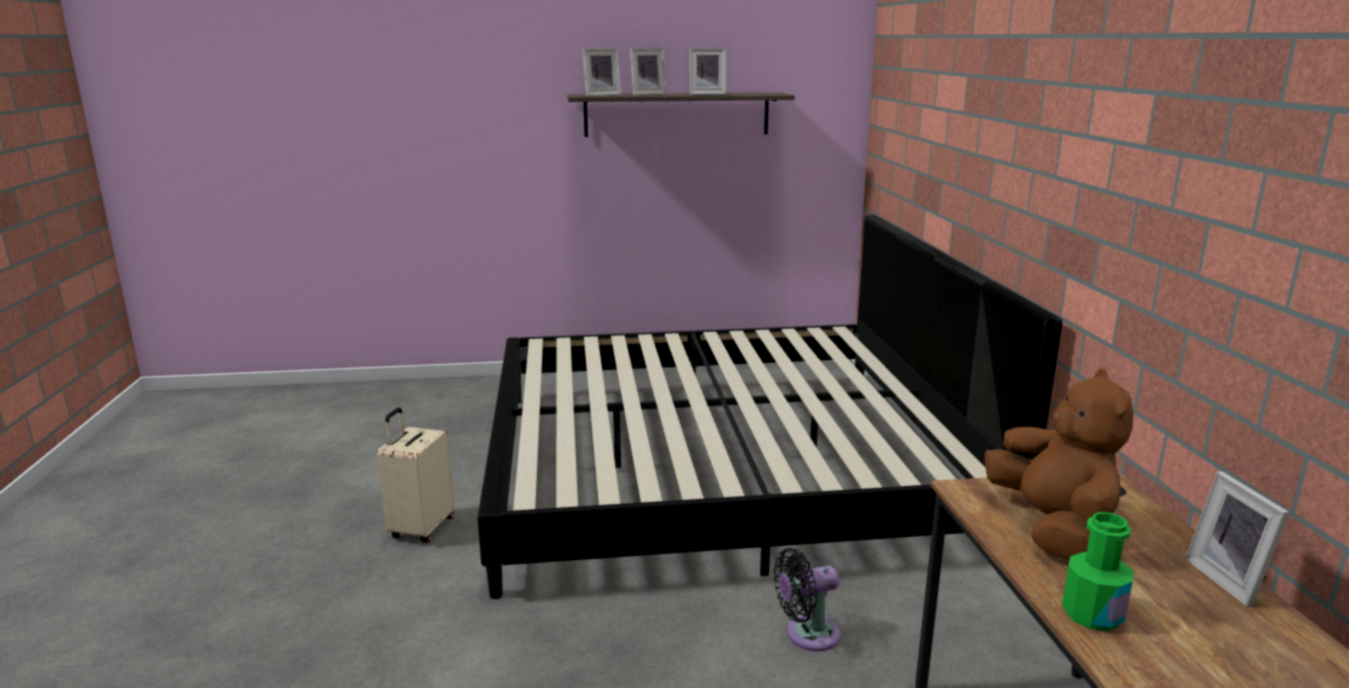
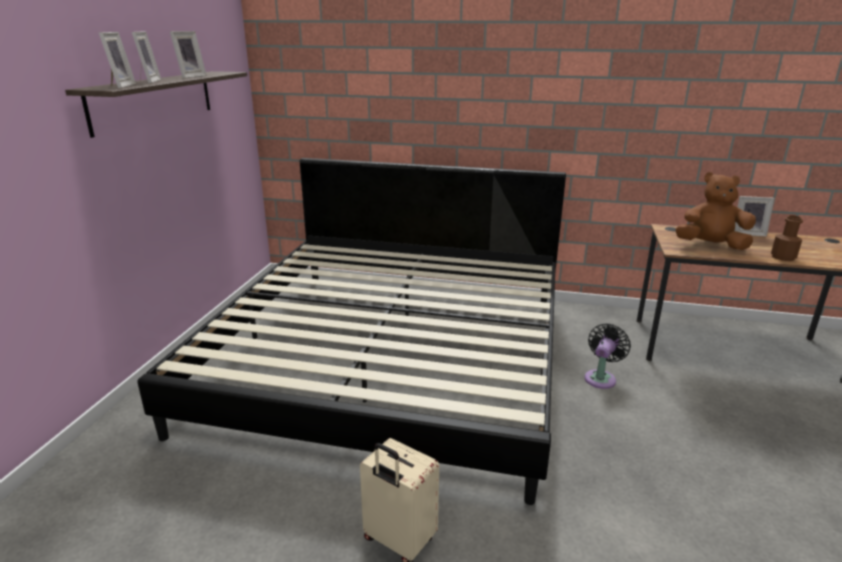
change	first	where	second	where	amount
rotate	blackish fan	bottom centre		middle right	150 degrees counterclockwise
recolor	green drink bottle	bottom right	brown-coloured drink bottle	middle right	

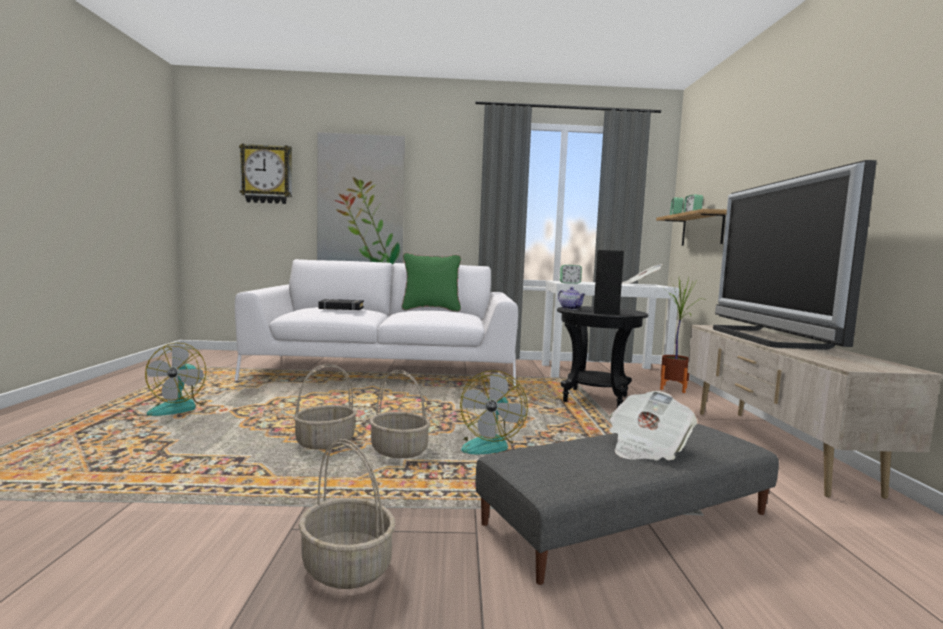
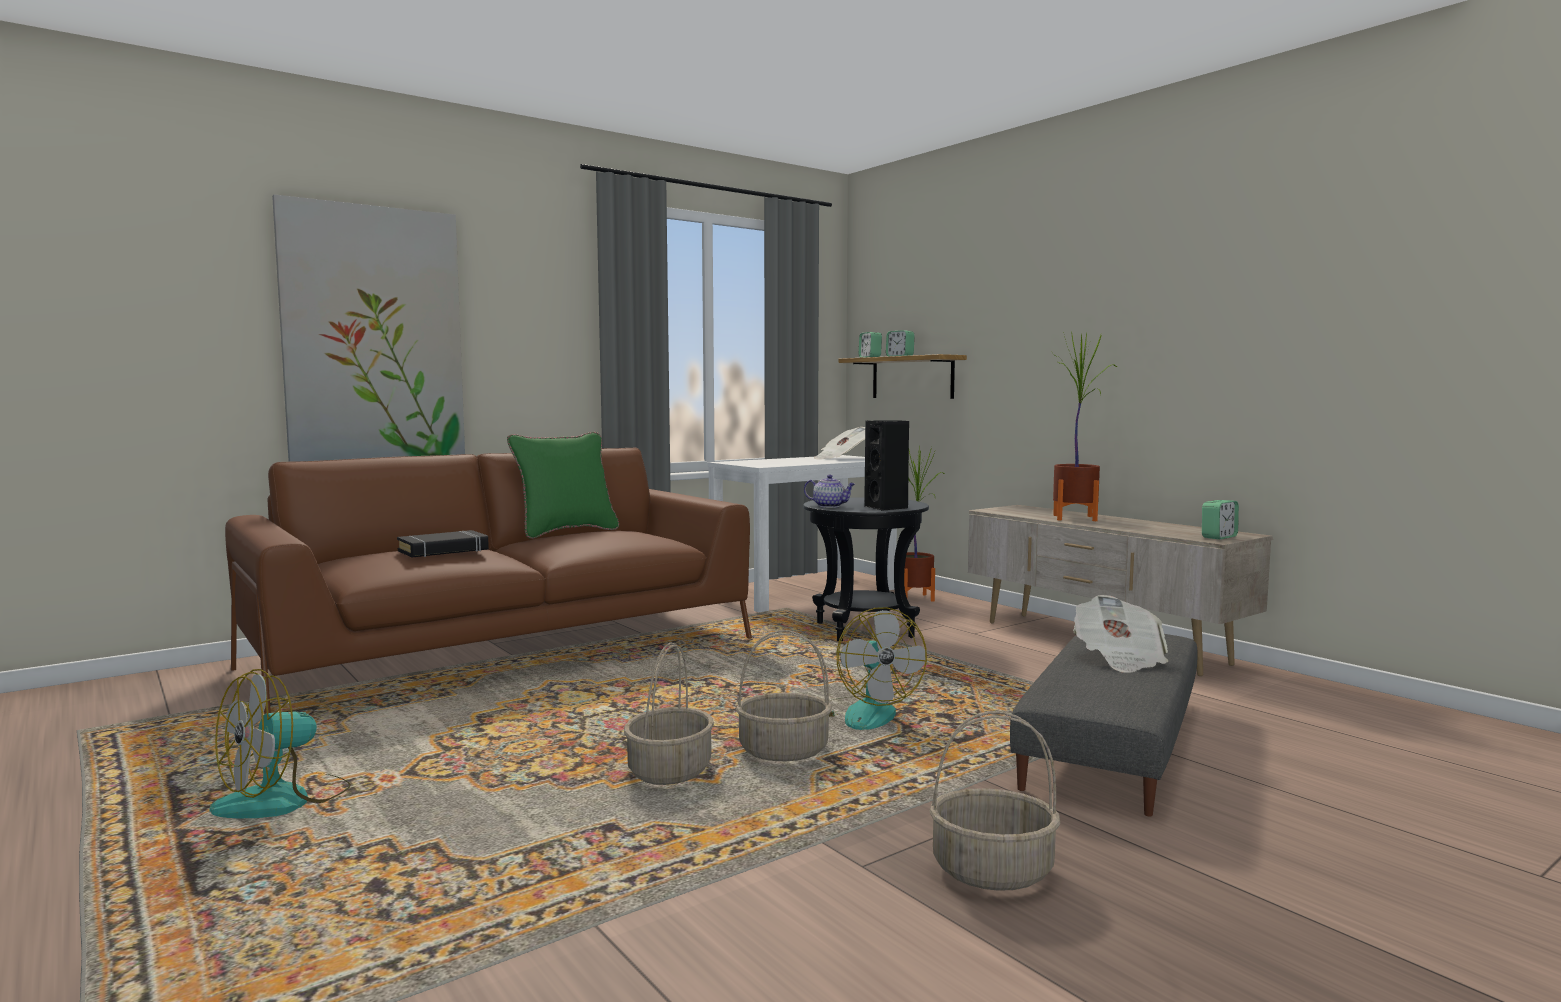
change	first	where	second	where	amount
rotate	fan (1st from left)	middle left		bottom left	75 degrees clockwise
recolor	white settee	centre	brown-coloured settee	middle left	
replace	television	middle right	houseplant (2nd from left)	middle right	
move	alarm clock (1st from left in the first image)	centre	alarm clock (3rd from left)	middle right	
delete	hanging clock	top left			

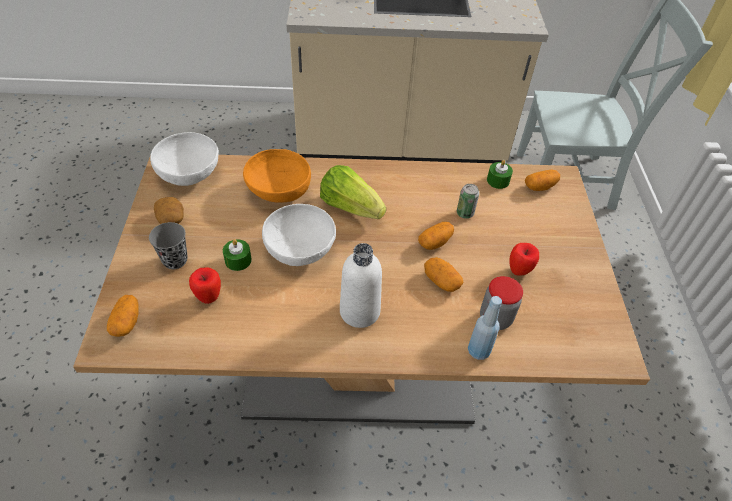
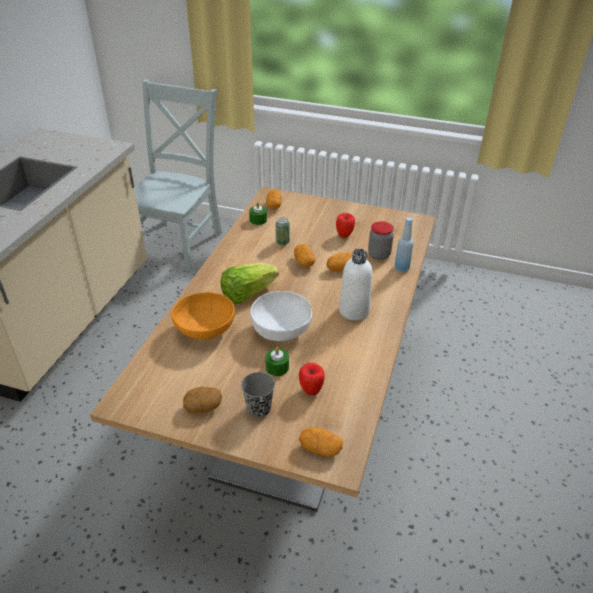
change	first	where	second	where	amount
delete	white bowl (1st from left)	top left			

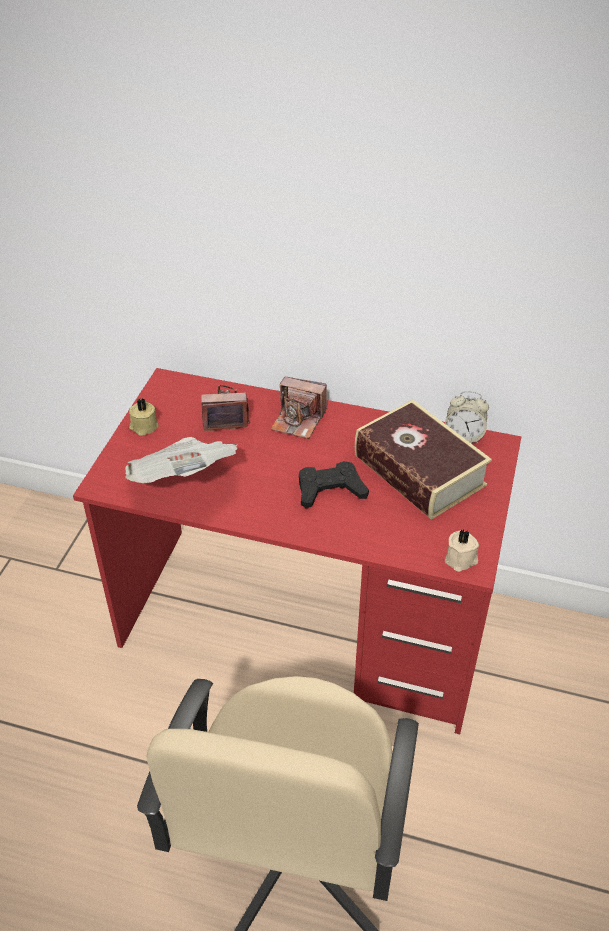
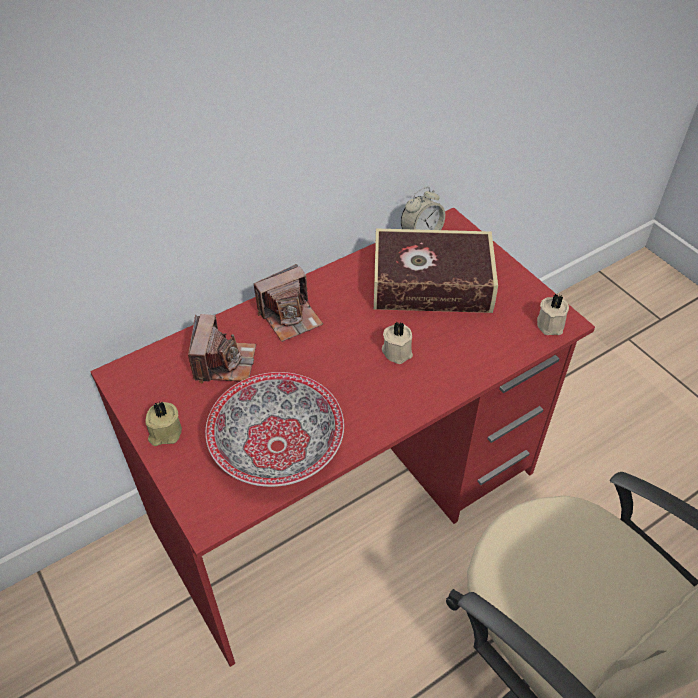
change	first	where	second	where	amount
rotate	photo camera (1st from left)	centre		middle left	150 degrees clockwise
replace	printed paper	middle left	bowl	centre	
replace	blackish joypad	centre	sand-coloured candle (2nd from left)	centre	

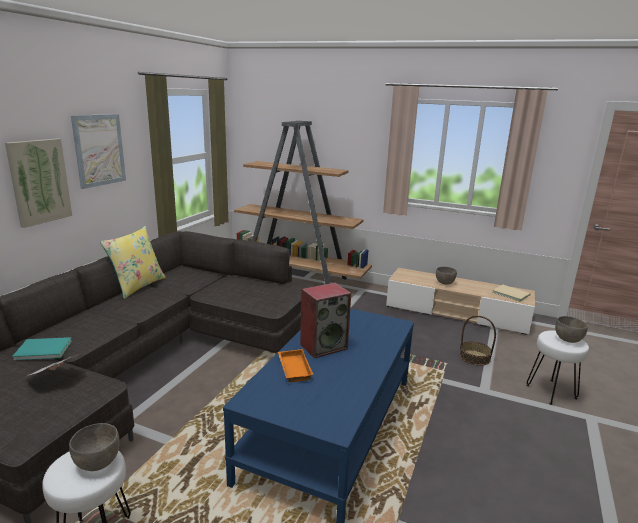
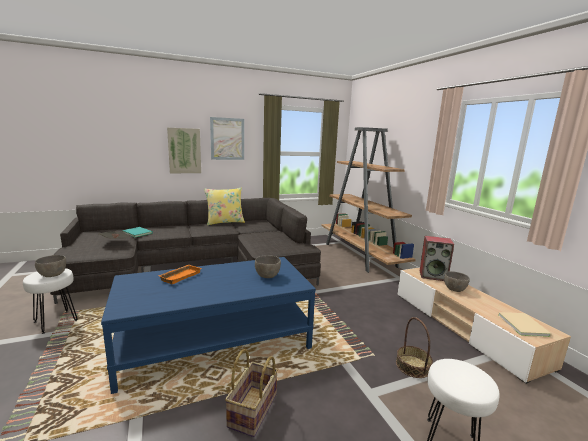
change	first	where	second	where	amount
insert			basket (1st from left)	bottom centre	
move	grey bowl (3rd from left in the first image)	middle right	grey bowl (2nd from left)	centre	
move	audio speaker	centre		middle right	

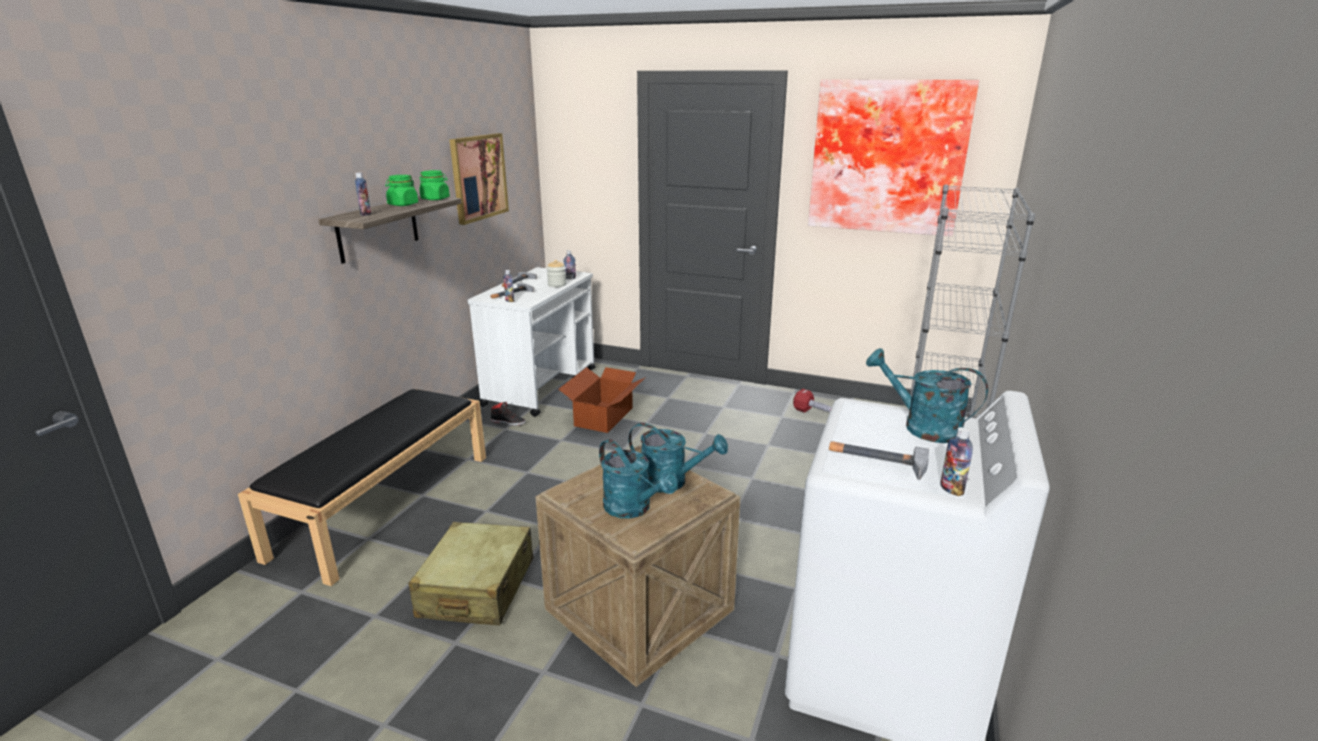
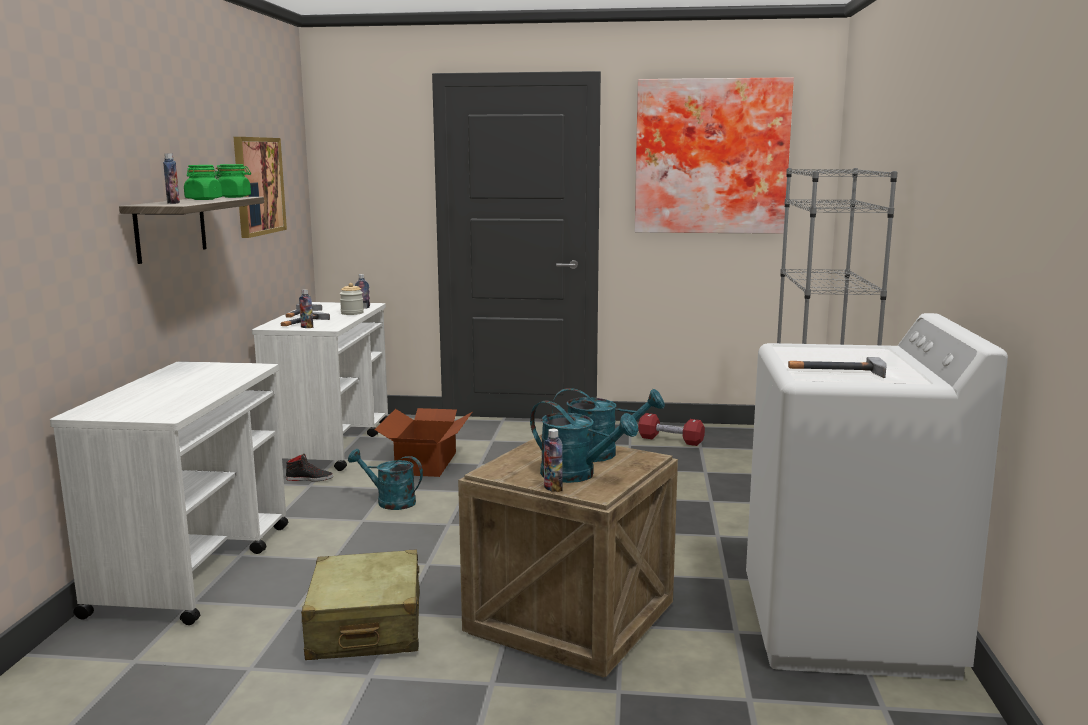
change	first	where	second	where	amount
replace	blackish long seat	middle left	white cart (1st from left)	bottom left	
move	turquoise-coloured watering pot (3rd from left in the first image)	middle right	turquoise-coloured watering pot (1st from left)	centre	
move	drink bottle (4th from left)	middle right		centre	

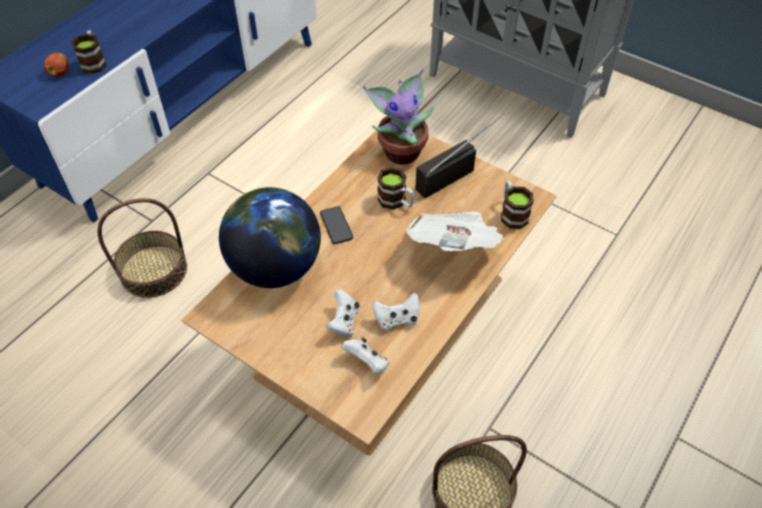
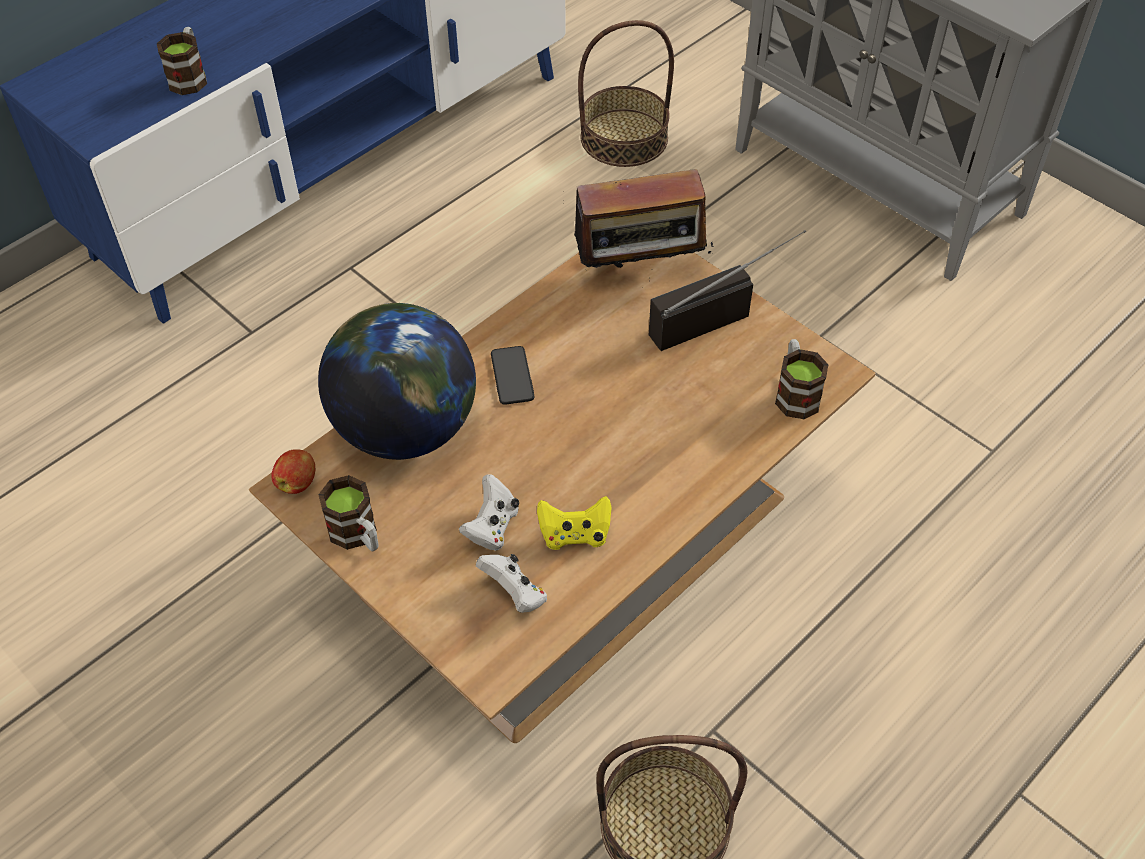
change	first	where	second	where	amount
move	apple	top left		middle left	
move	tea mug (2nd from left)	centre		middle left	
recolor	white joypad (3rd from left)	centre	yellowish joypad	centre	
replace	houseplant	top centre	radio set (1st from left)	top centre	
move	basket (1st from left)	middle left		top centre	
delete	printed paper	centre			

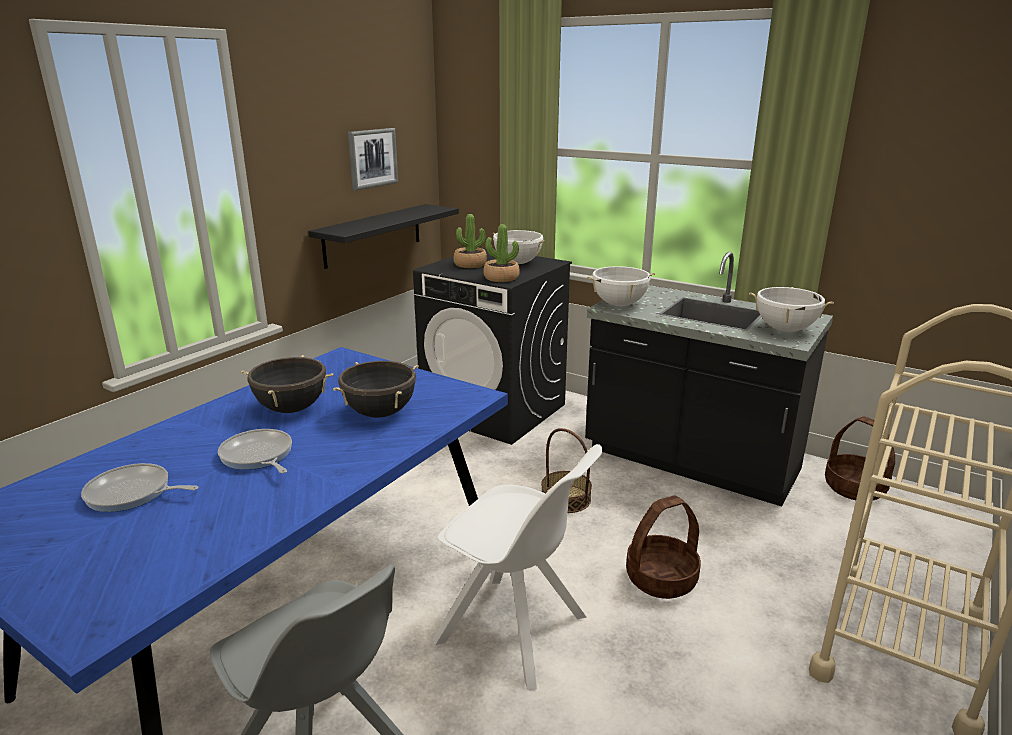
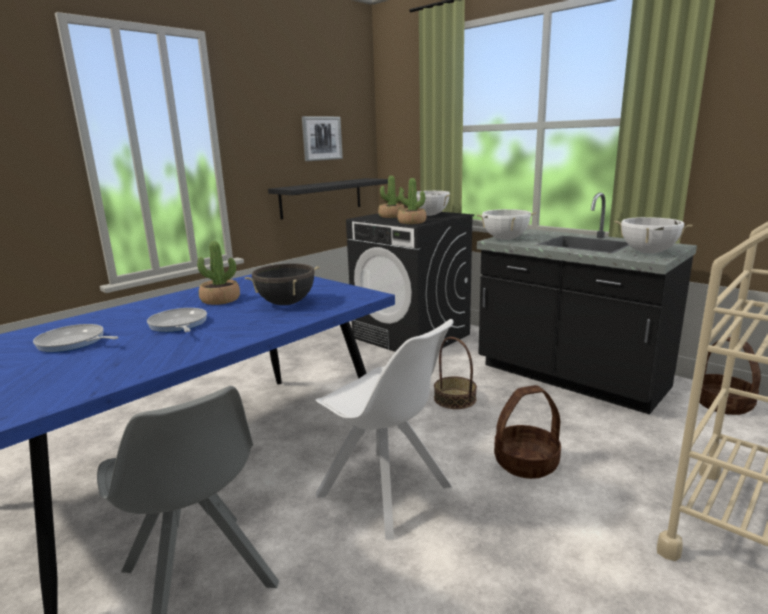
change	first	where	second	where	amount
replace	blackish cooking pot (1st from left)	middle left	houseplant (1st from left)	middle left	

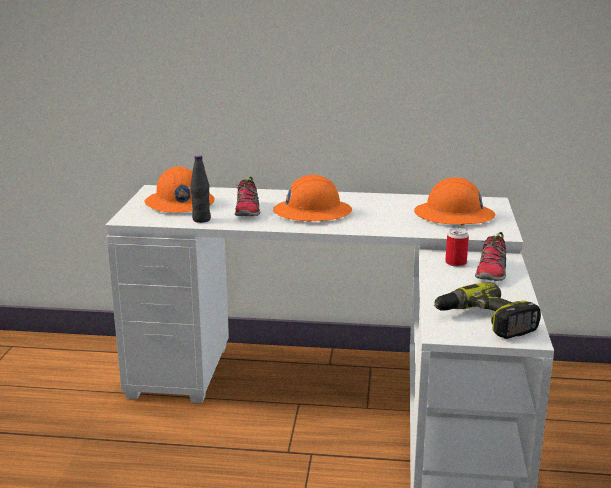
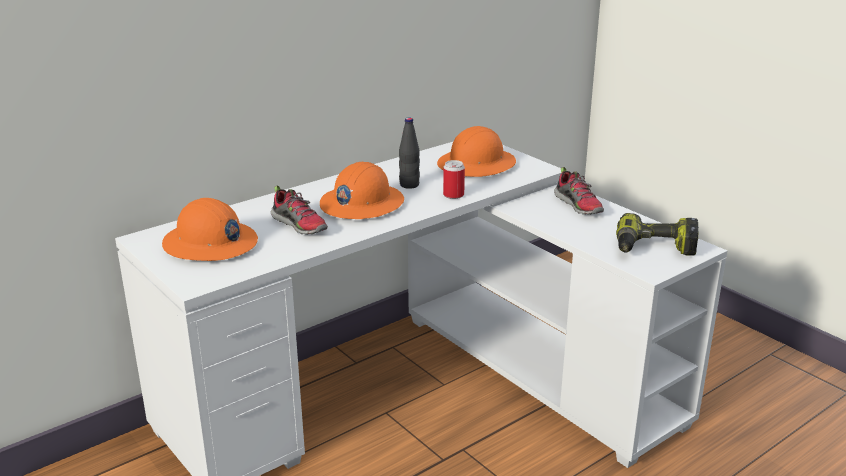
change	first	where	second	where	amount
move	blackish drink bottle	middle left		top centre	
move	sealed can	middle right		centre	

